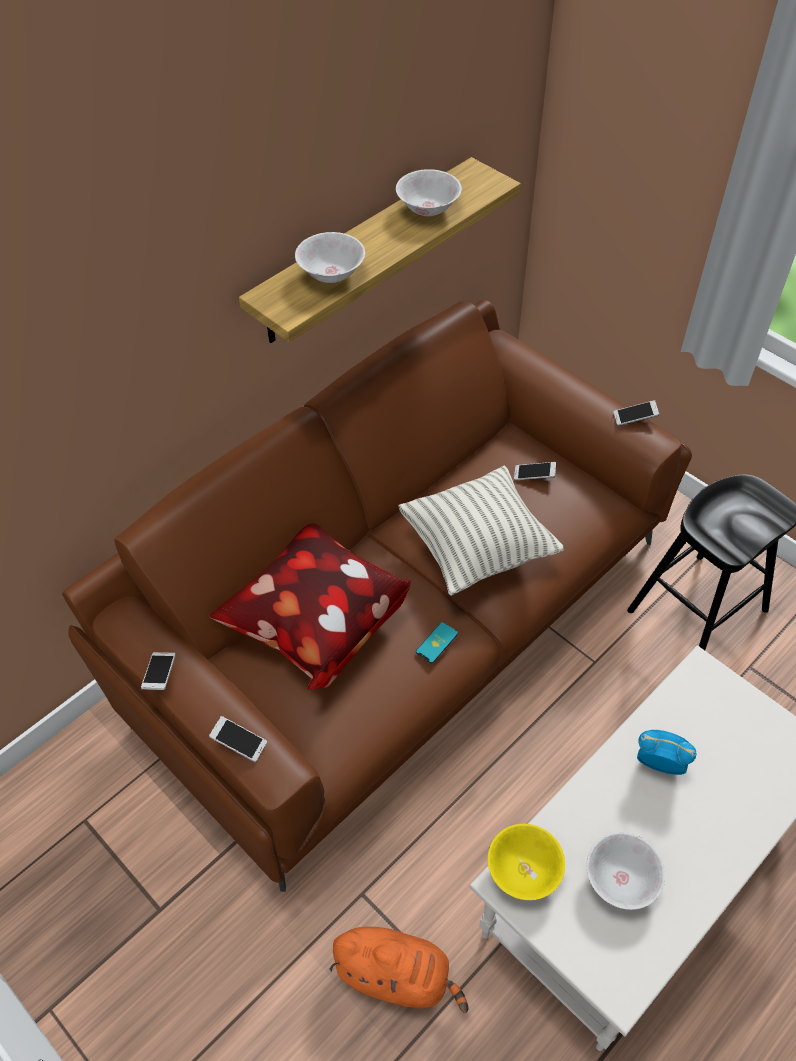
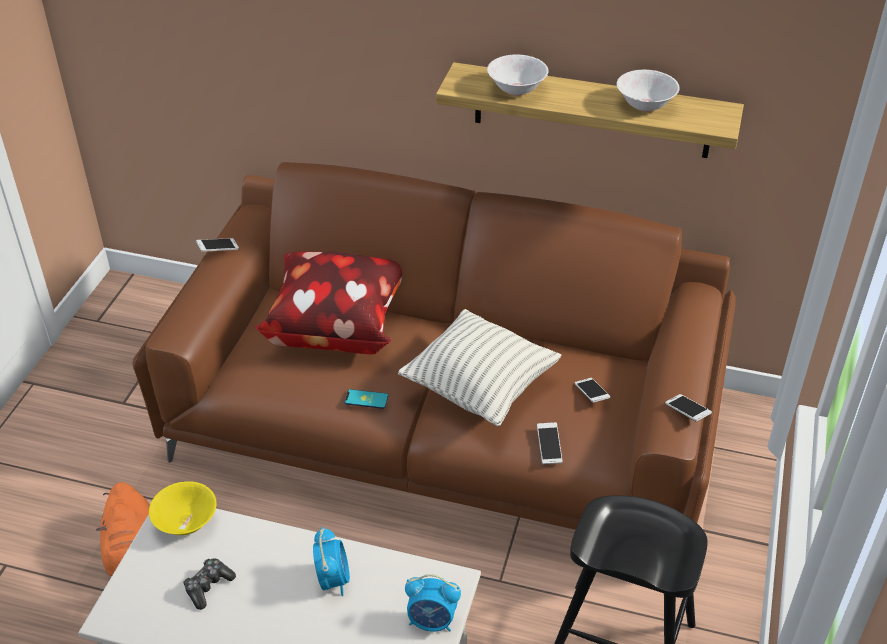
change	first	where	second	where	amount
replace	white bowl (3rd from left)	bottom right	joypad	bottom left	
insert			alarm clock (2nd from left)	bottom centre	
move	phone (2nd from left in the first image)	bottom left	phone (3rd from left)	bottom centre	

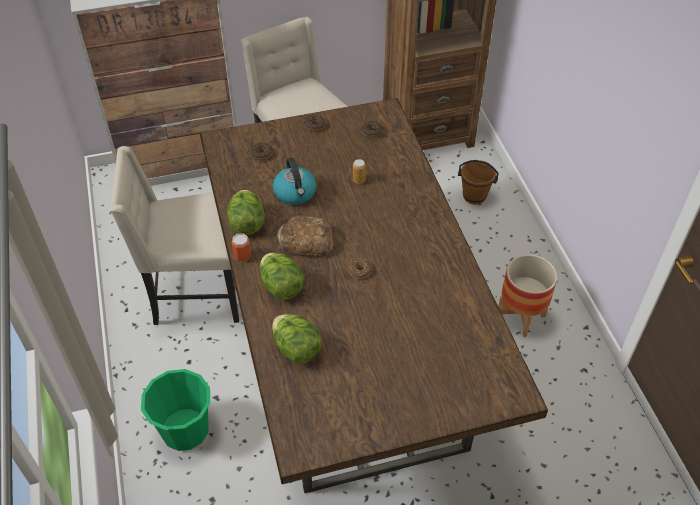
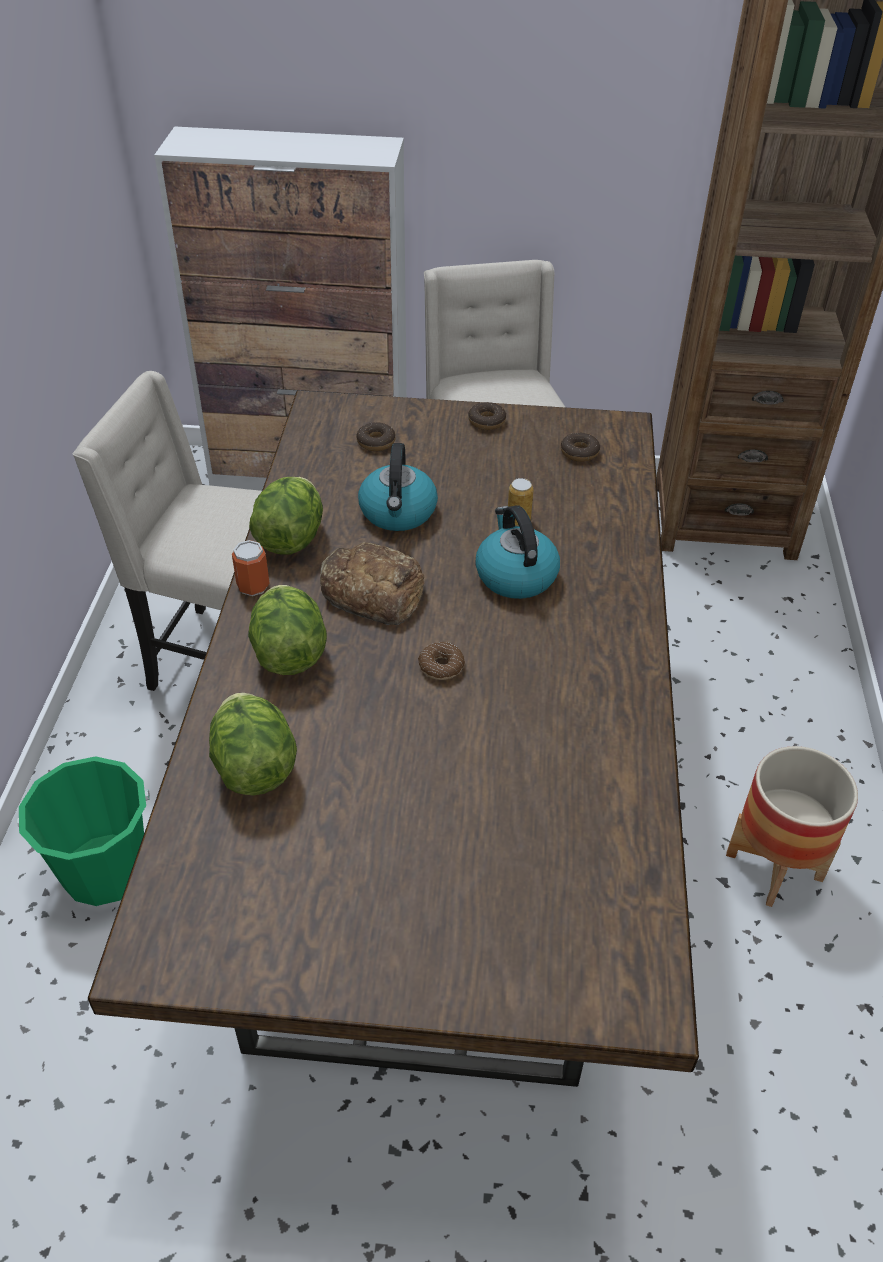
change	first	where	second	where	amount
insert			kettle (2nd from left)	centre	
delete	brown-coloured pail	middle right			

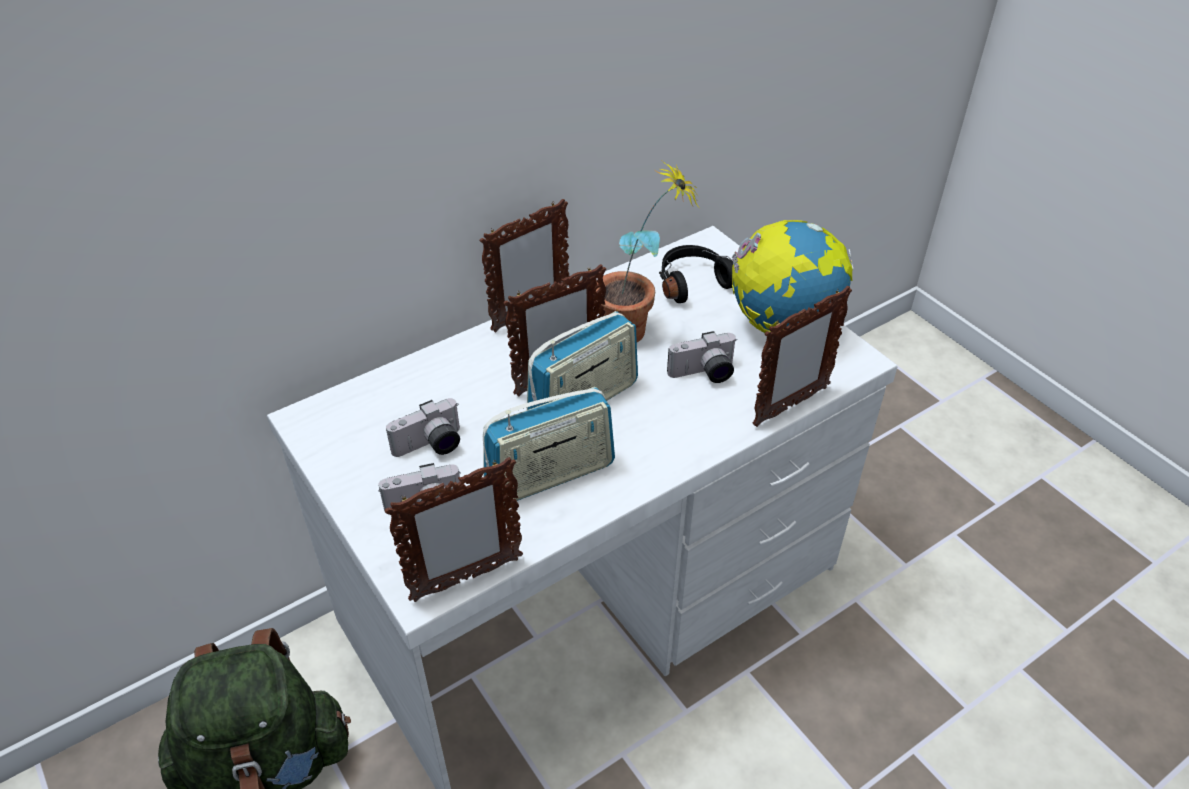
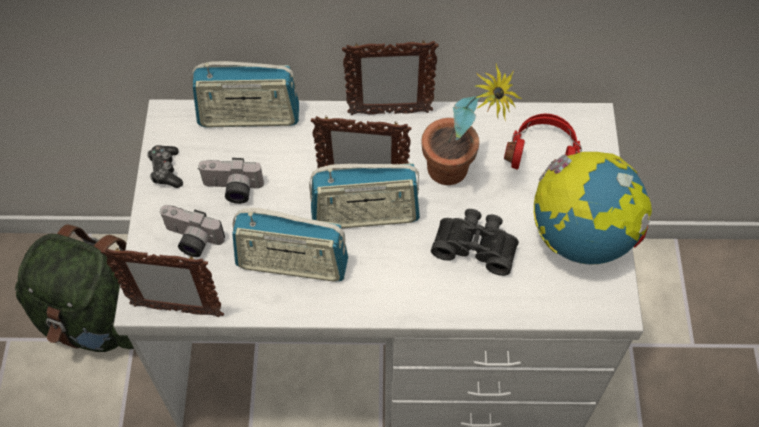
change	first	where	second	where	amount
insert			joypad	middle left	
insert			radio set (1st from left)	top left	
replace	photo camera (3rd from left)	centre	blackish pair of binoculars	centre	
recolor	blackish headset	centre	red headset	top right	
delete	standing frame (4th from left)	middle right			

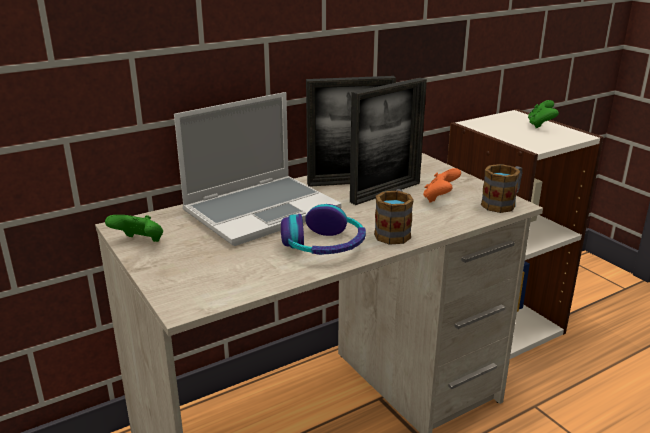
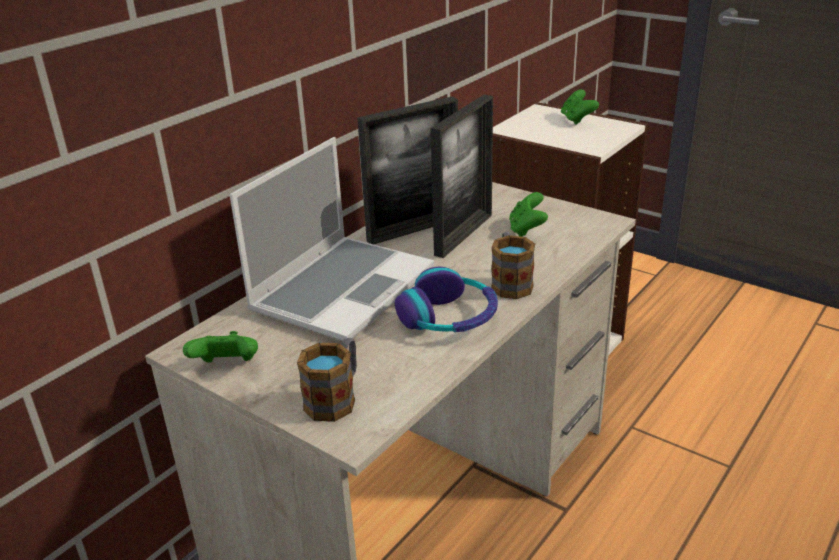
change	first	where	second	where	amount
move	tea mug (2nd from left in the first image)	middle right	tea mug (1st from left)	bottom centre	
recolor	orange joypad	middle right	green joypad (2nd from left)	centre	

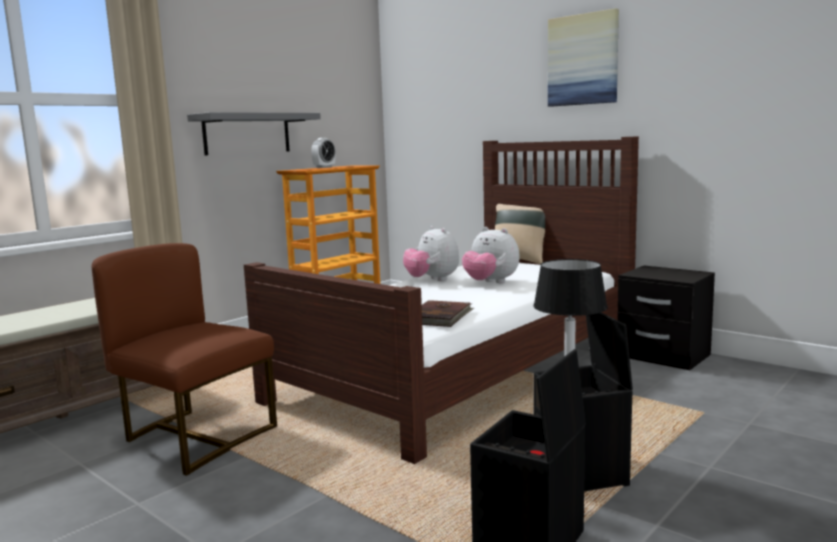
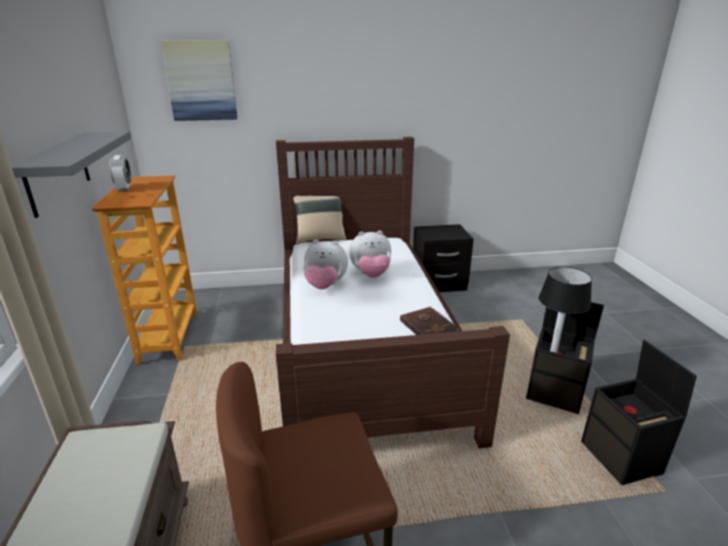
change	first	where	second	where	amount
move	wall art	top right		top left	

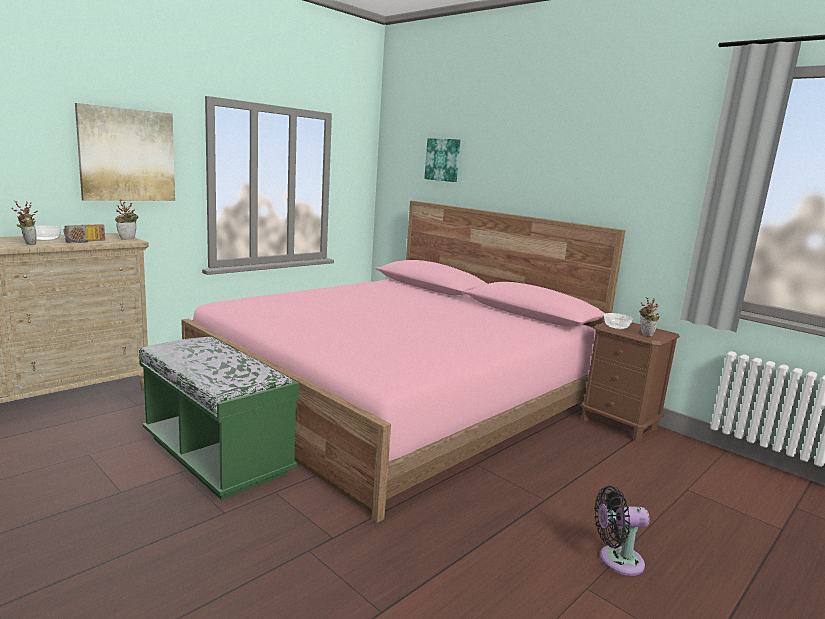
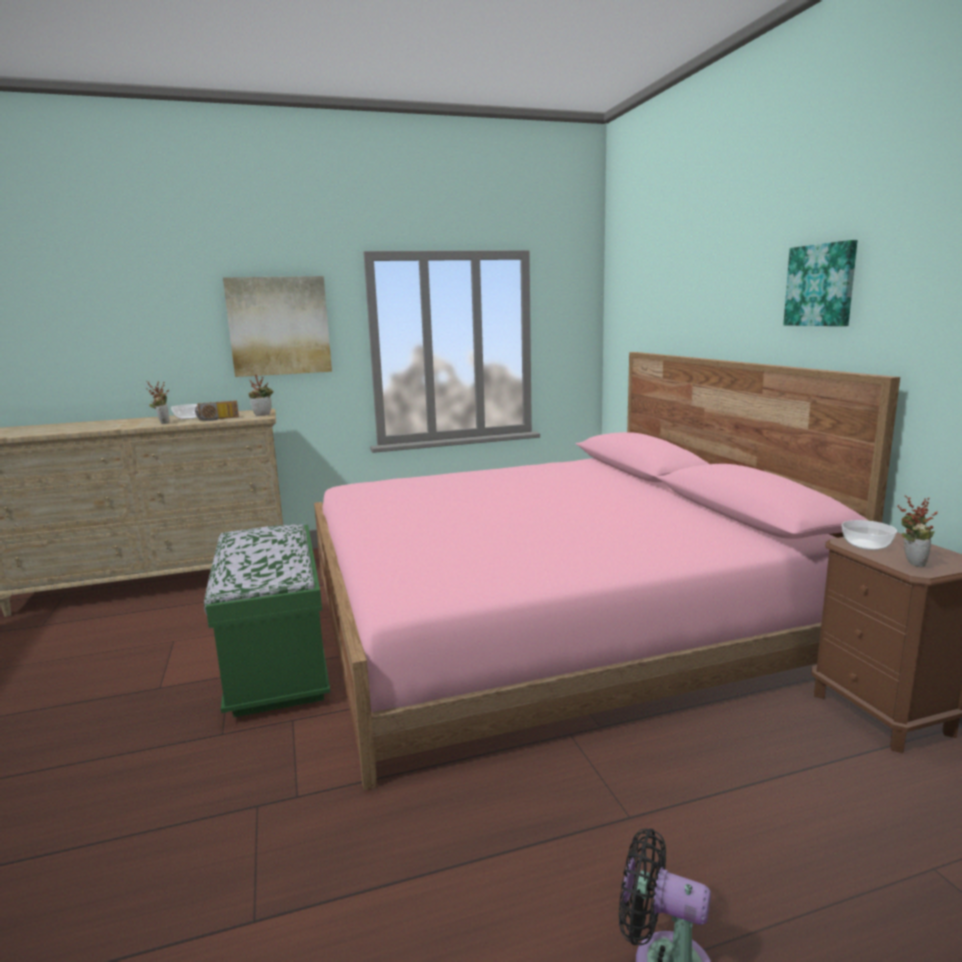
change	first	where	second	where	amount
move	wall art (2nd from left)	top centre		top right	

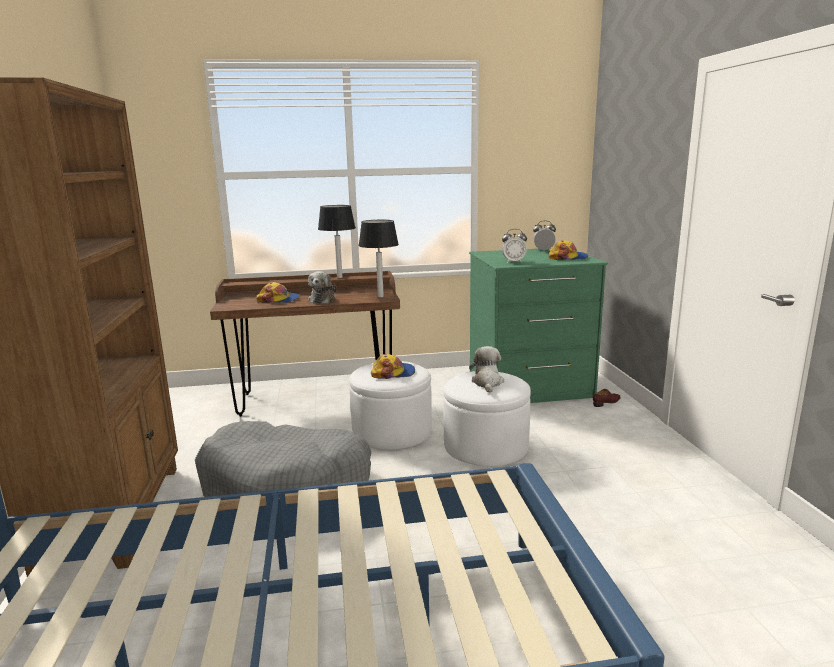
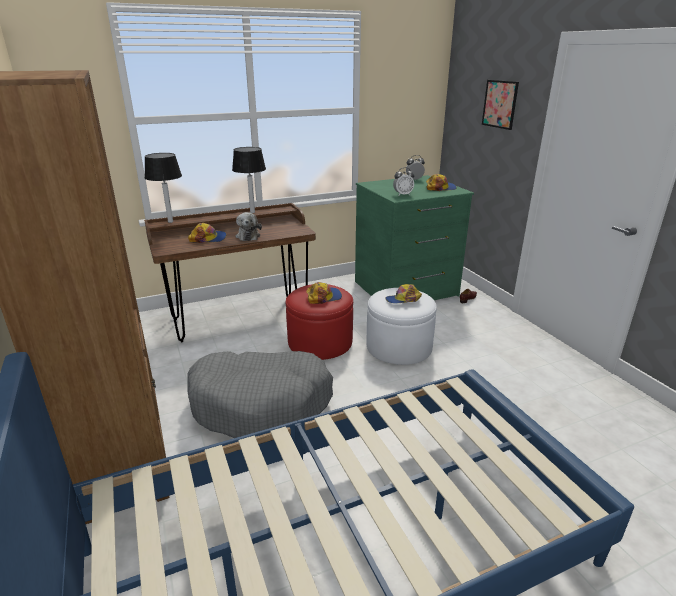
change	first	where	second	where	amount
move	tabletop lamp (2nd from left in the first image)	centre	tabletop lamp (1st from left)	top left	
recolor	white ottoman (1st from left)	centre	red ottoman	centre	
replace	cuddly toy (2nd from left)	centre	baseball cap (3rd from left)	centre	
insert			wall art	top right	

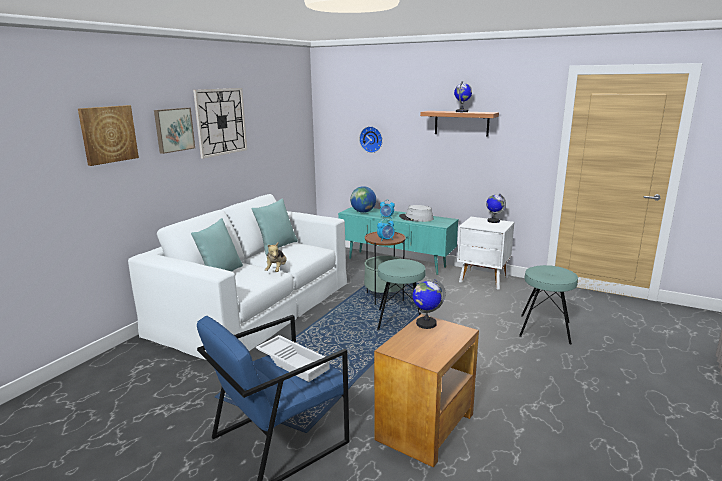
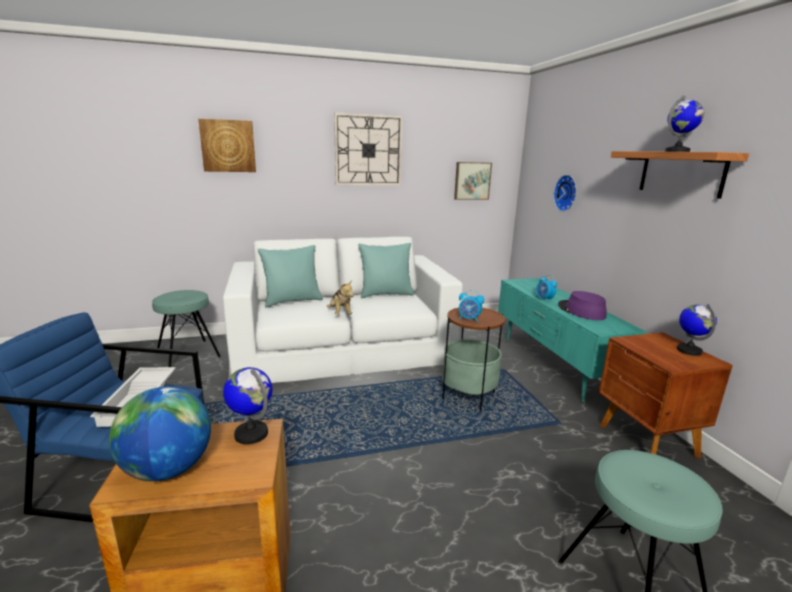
change	first	where	second	where	amount
move	world globe (1st from left)	centre		bottom left	
move	turquoise-coloured stool (1st from left)	centre		middle left	
rotate	cuddly toy	centre		centre	75 degrees counterclockwise
move	wall art (2nd from left)	top left		top centre	
recolor	grey hat	centre	purple hat	middle right	
recolor	white nightstand	middle right	brown-coloured nightstand	bottom right	

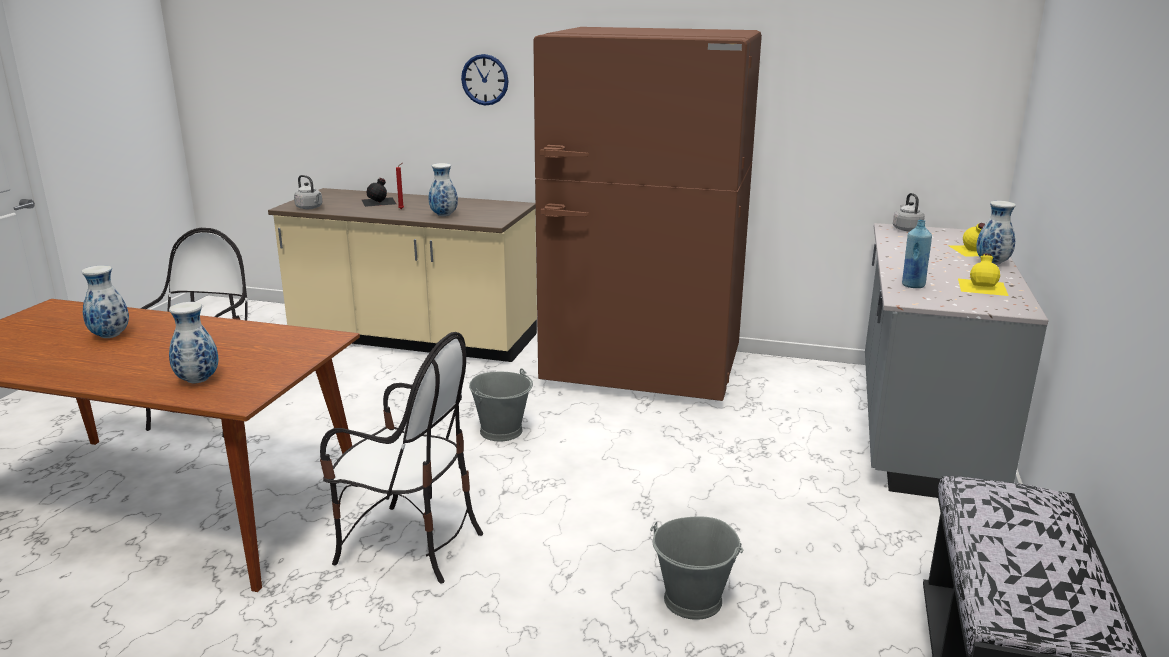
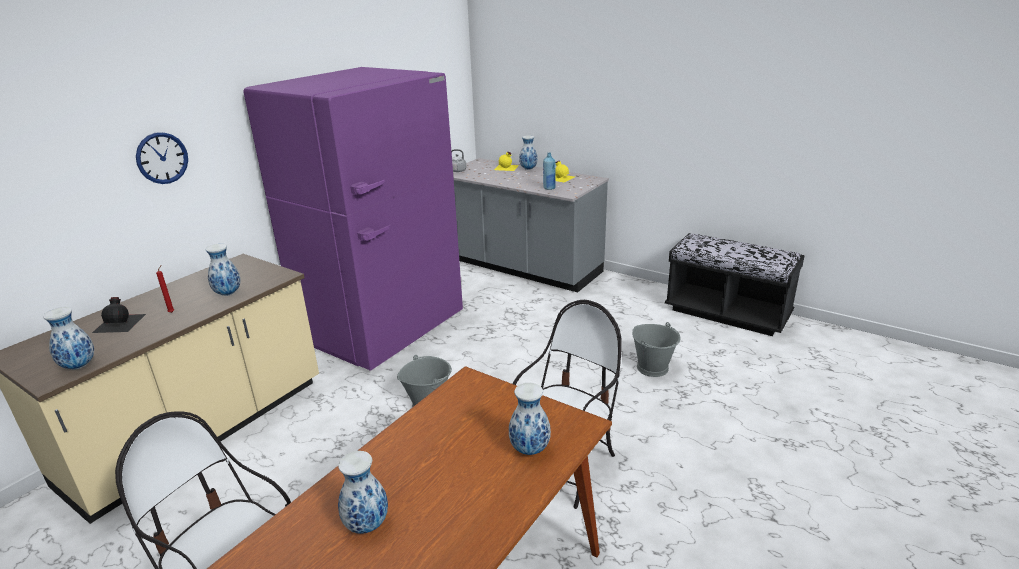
change	first	where	second	where	amount
replace	grey kettle (1st from left)	top left	vase (1st from left)	middle left	
recolor	brown-coloured refrigerator	top centre	purple refrigerator	centre	

